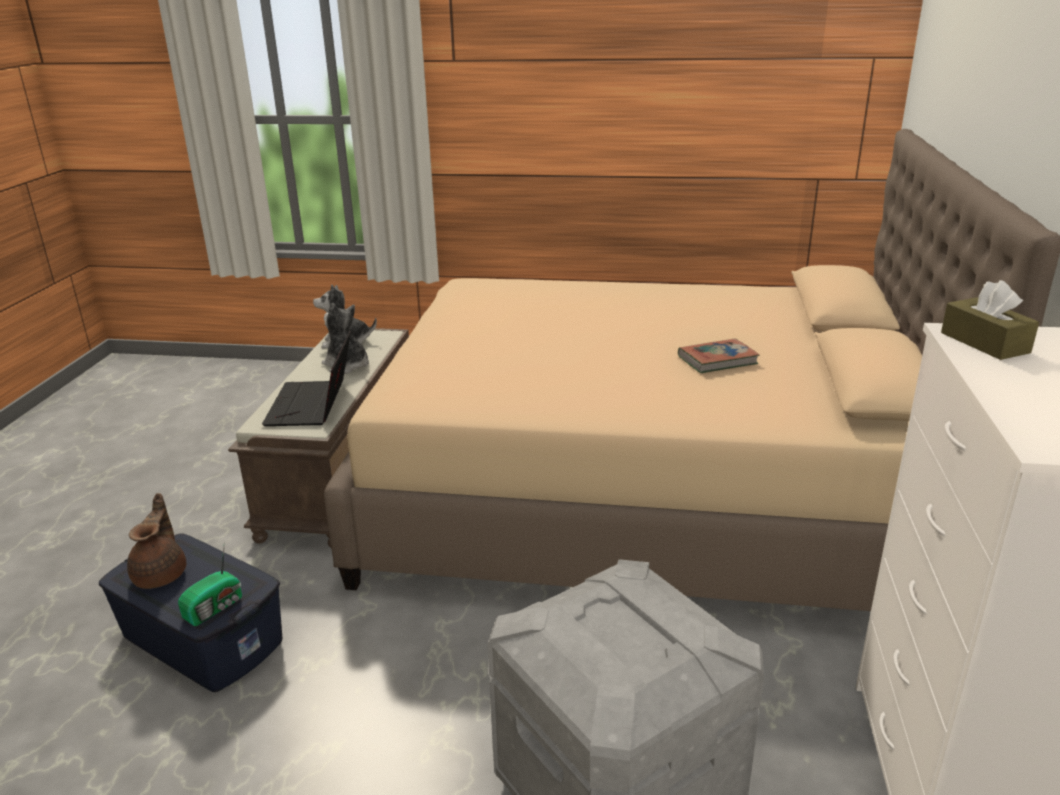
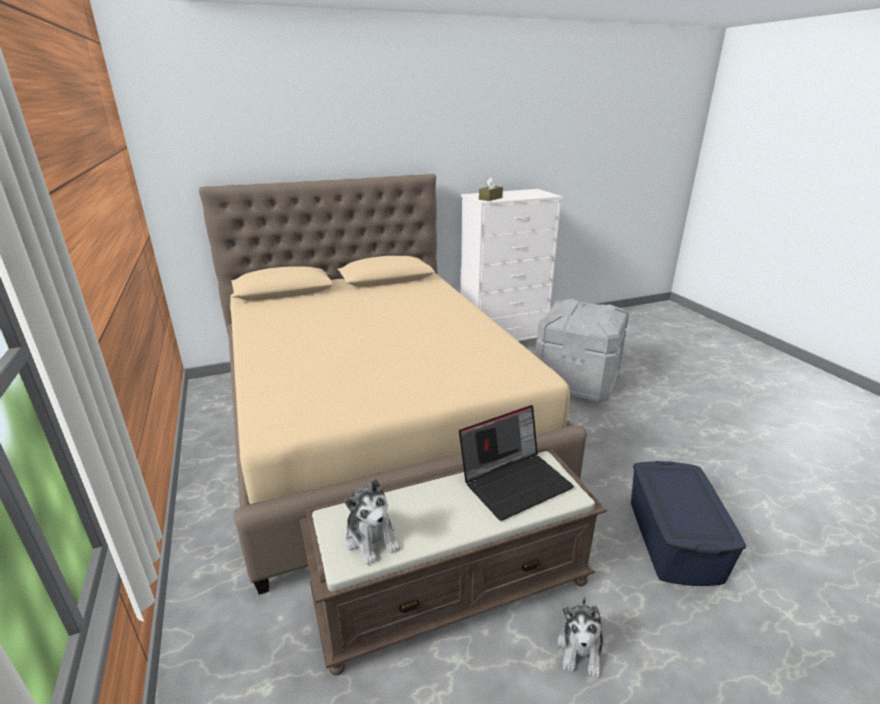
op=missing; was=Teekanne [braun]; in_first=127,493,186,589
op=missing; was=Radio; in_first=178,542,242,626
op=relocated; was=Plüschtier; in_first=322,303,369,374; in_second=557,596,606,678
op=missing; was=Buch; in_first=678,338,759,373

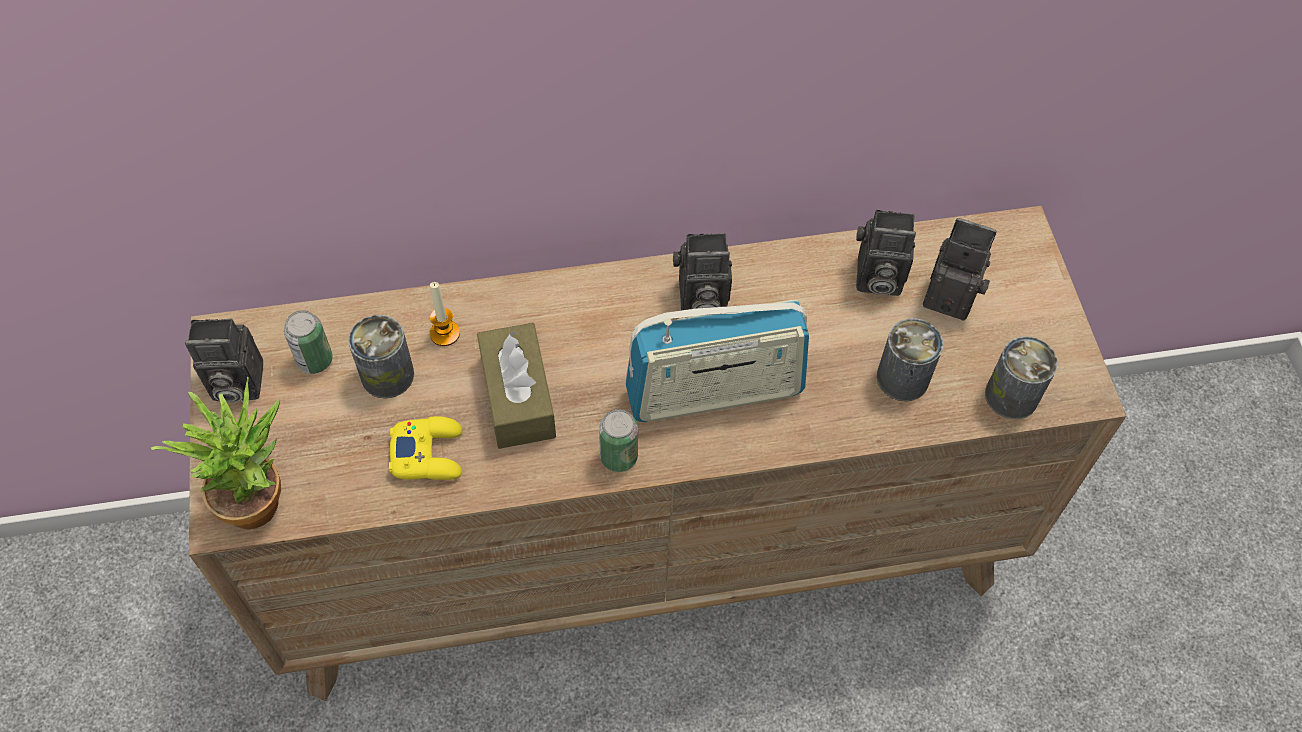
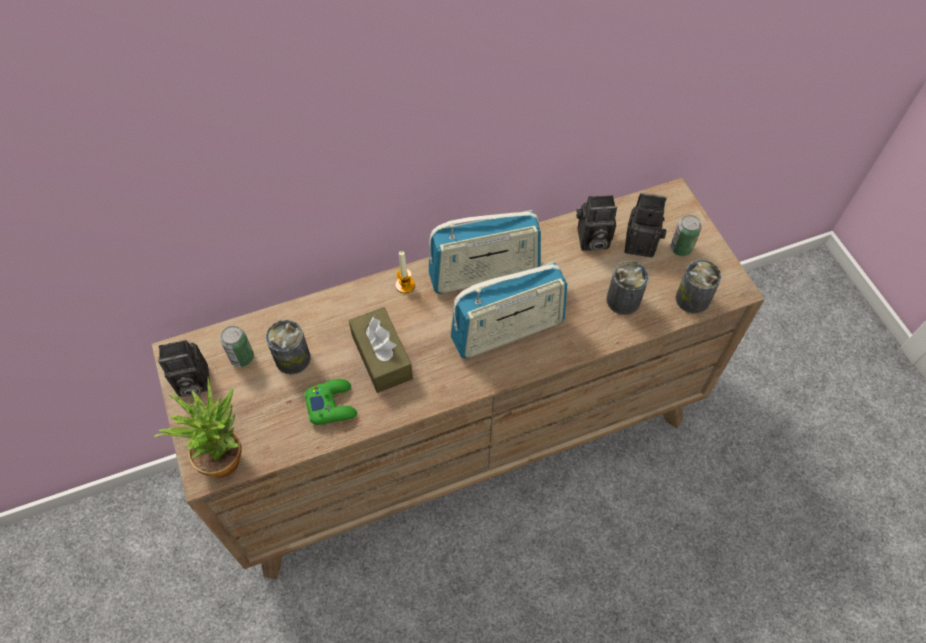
op=colour; was=Gamepad [gelb]; now=Gamepad [grün]; in_first=389,417,462,480; in_second=304,379,357,425
op=relocated; was=Kerze; in_first=430,282,460,346; in_second=395,251,415,293
op=relocated; was=Dose; in_first=599,409,638,472; in_second=671,215,702,256
op=exchanged; was=Kamera; now=Radio; in_first=673,233,732,310; in_second=428,210,541,294

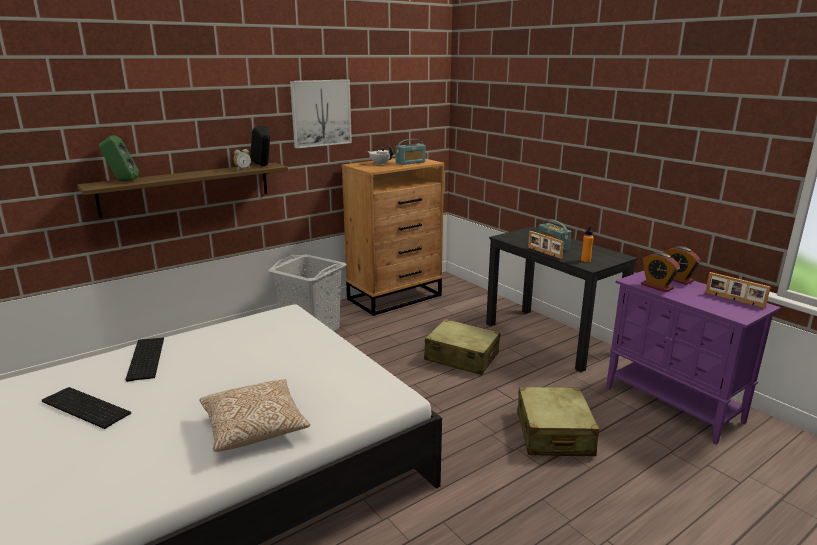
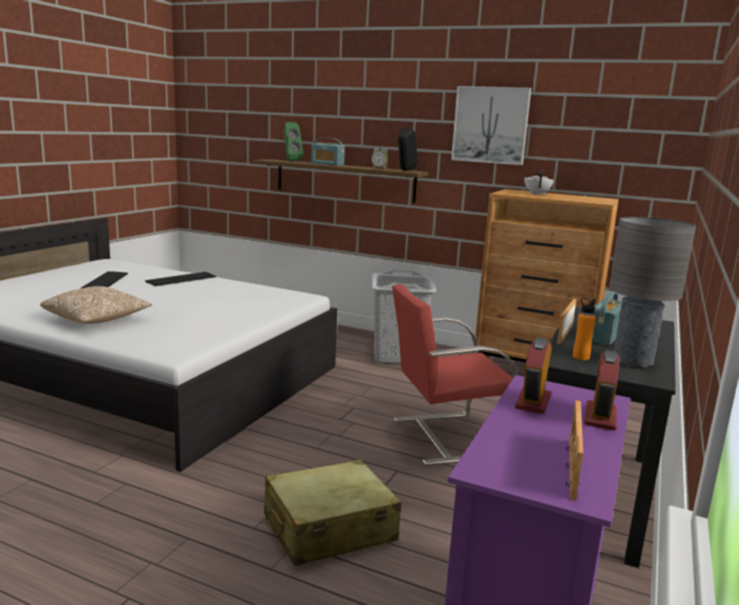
op=relocated; was=Radio; in_first=395,139,426,165; in_second=311,138,345,166
op=exchanged; was=Koffer [beige]; now=Stuhl [rot]; in_first=424,319,500,375; in_second=392,284,518,466
op=appeared; now=Tischlampe [grau]; in_second=609,217,696,368

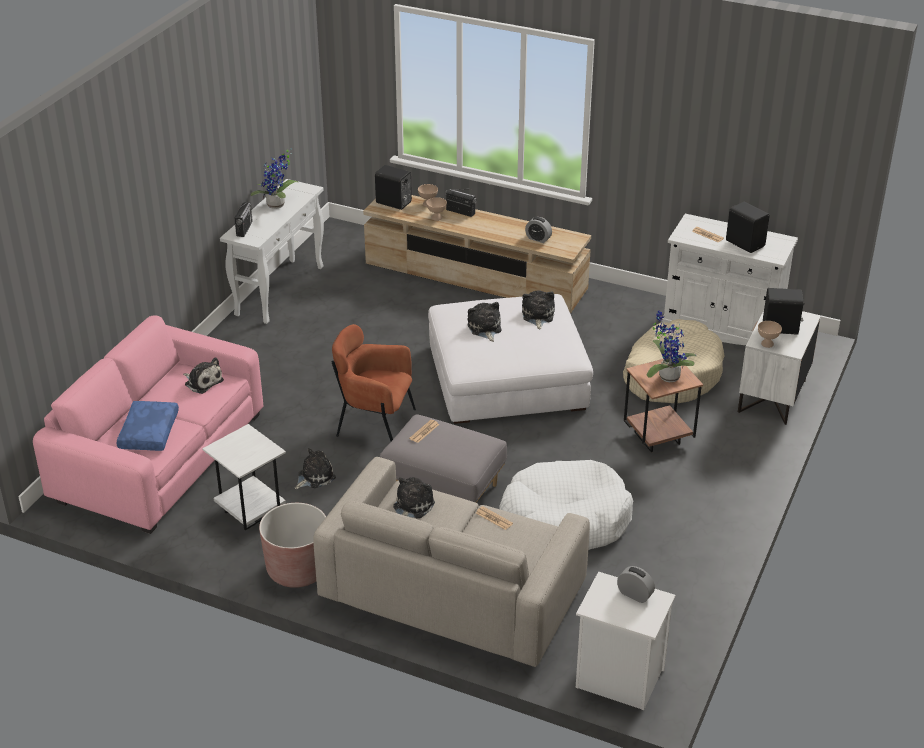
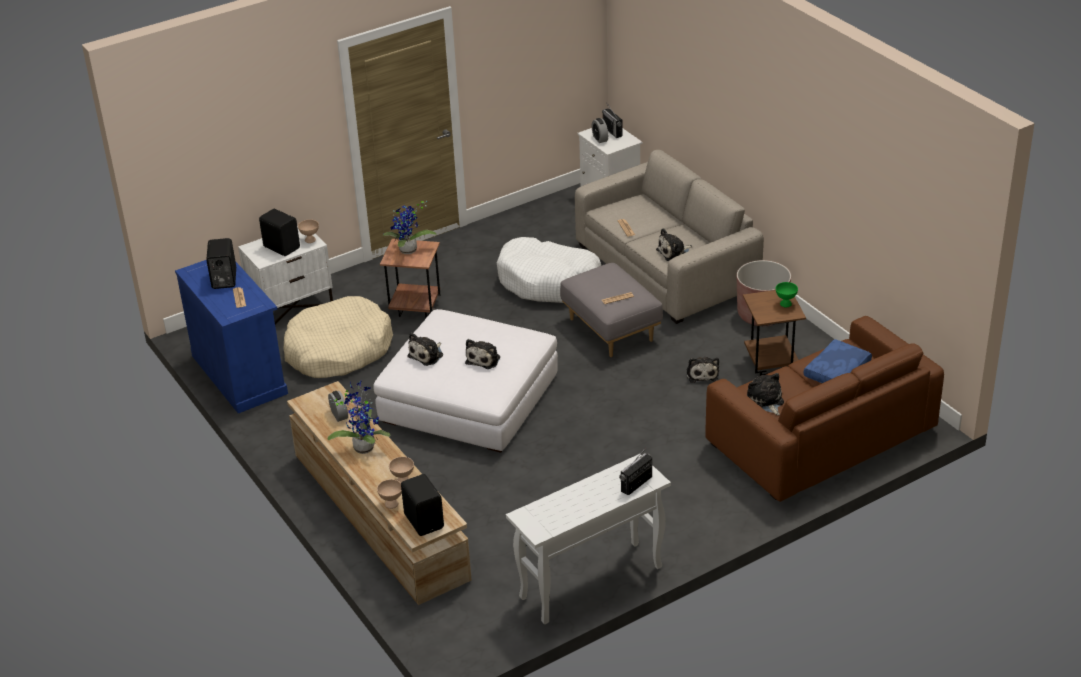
op=colour; was=Sofa [rosa]; now=Sofa [braun]; in_first=33,315,263,534; in_second=705,316,944,502
op=colour; was=Beistelltisch [weiß]; now=Beistelltisch [braun]; in_first=202,424,286,530; in_second=743,290,806,376
op=relocated; was=Topfpflanze; in_first=250,148,298,209; in_second=328,380,391,454
op=spun; was=Plüschtier; in_first=295,448,336,489; in_second=686,357,719,383; clockwise=-90
op=missing; was=Sessel [braun]; in_first=332,324,416,441
op=relocated; was=Radio; in_first=445,189,477,217; in_second=602,104,623,138
op=colour; was=Schrank [weiß]; now=Schrank [blau]; in_first=661,214,798,345; in_second=175,260,288,413
op=appeared; now=Schüssel [grün]; in_second=776,282,798,307

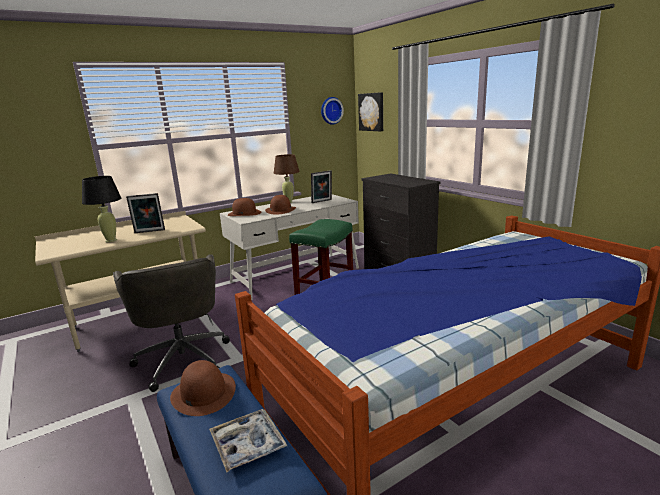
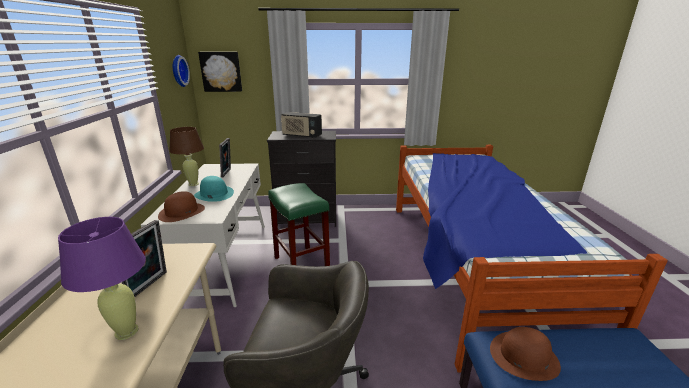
op=colour; was=Tischlampe [schwarz]; now=Tischlampe [lila]; in_first=82,176,122,242; in_second=58,217,146,340
op=missing; was=Tablett; in_first=209,409,287,473
op=colour; was=Hut [braun]; now=Hut [türkis]; in_first=265,195,296,214; in_second=194,176,234,202
op=appeared; now=Radio; in_second=281,112,322,138

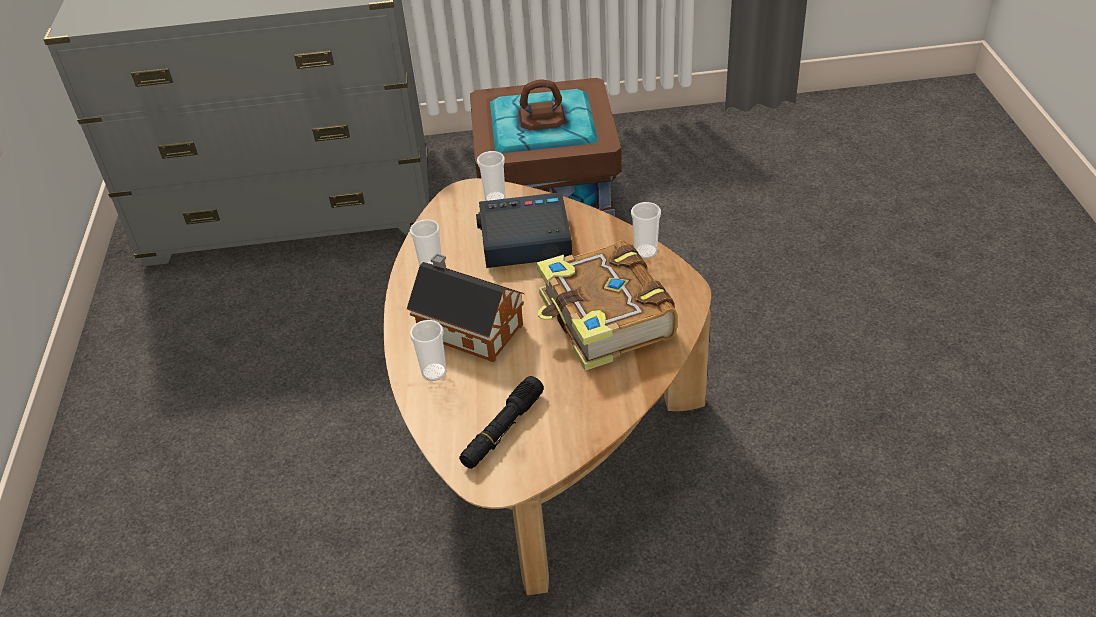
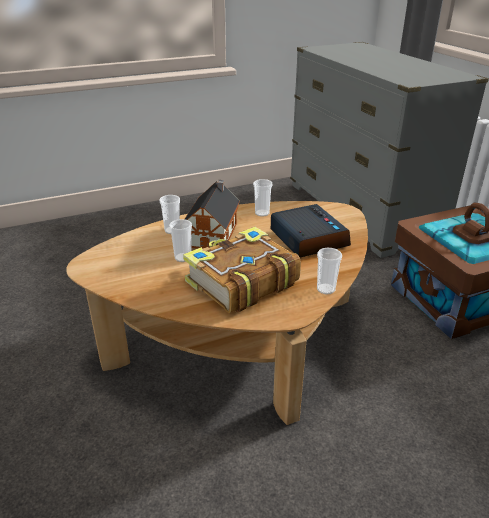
op=missing; was=Taschenlampe [schwarz]; in_first=459,376,544,469
op=relocated; was=Tasse; in_first=477,151,506,201; in_second=169,219,192,262

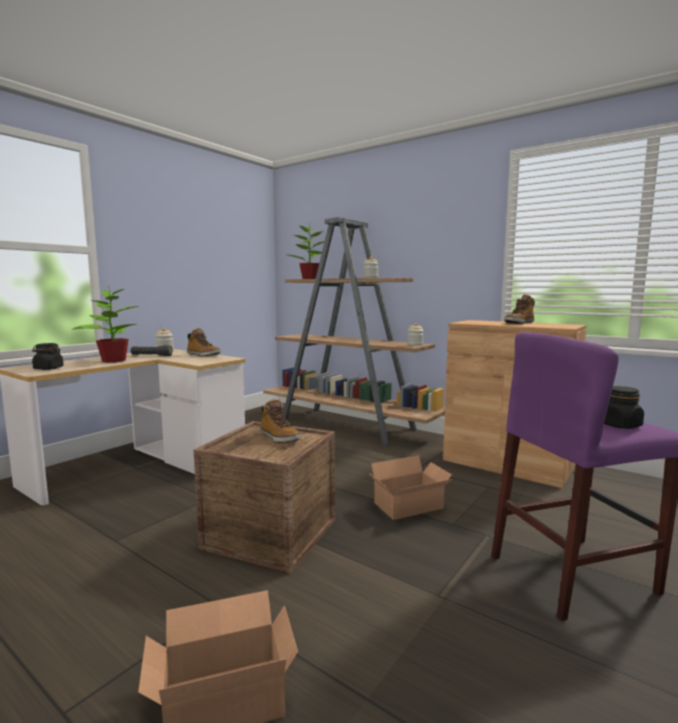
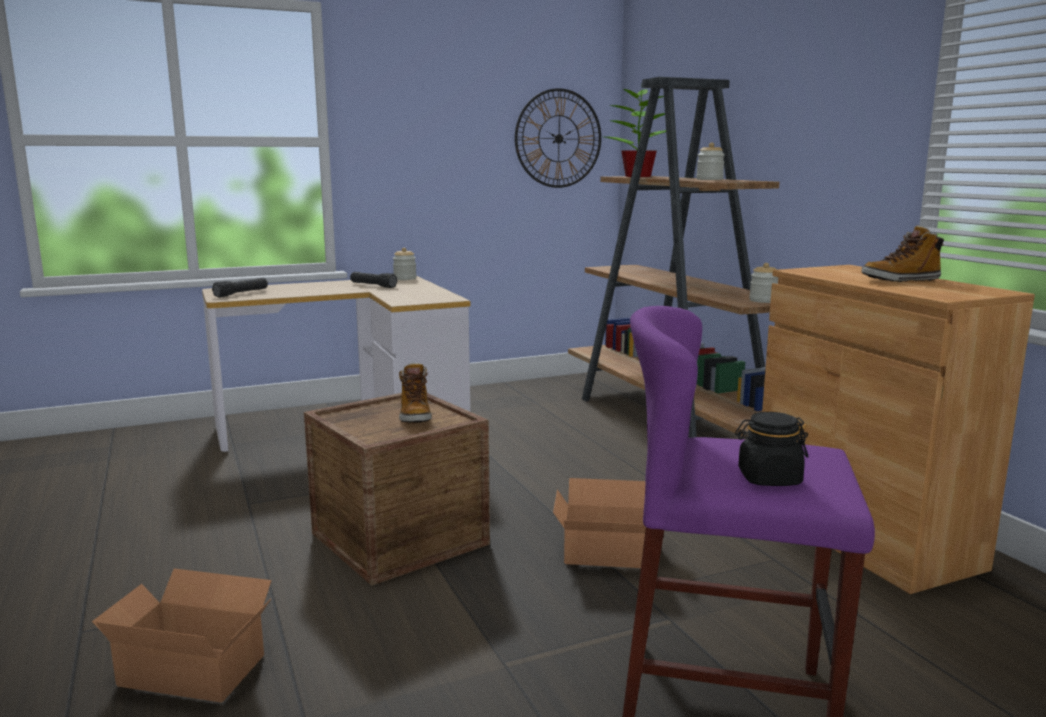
op=exchanged; was=Vorratsglas [schwarz]; now=Taschenlampe [schwarz]; in_first=32,343,64,370; in_second=212,278,268,297
op=missing; was=Topfpflanze; in_first=72,286,139,363
op=missing; was=Stiefel; in_first=187,328,221,356
op=appeared; now=Wanduhr; in_second=515,88,601,188

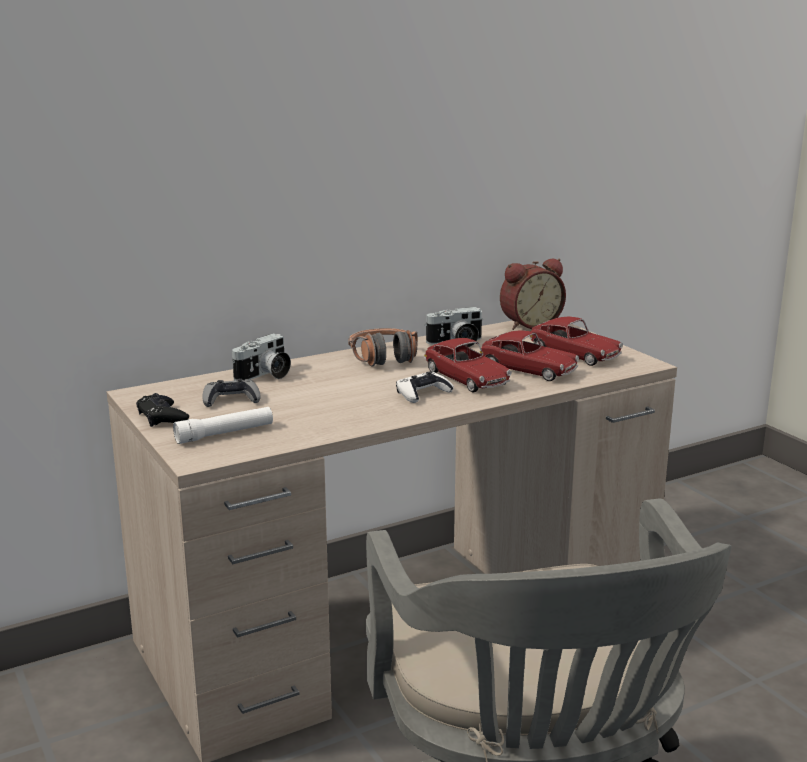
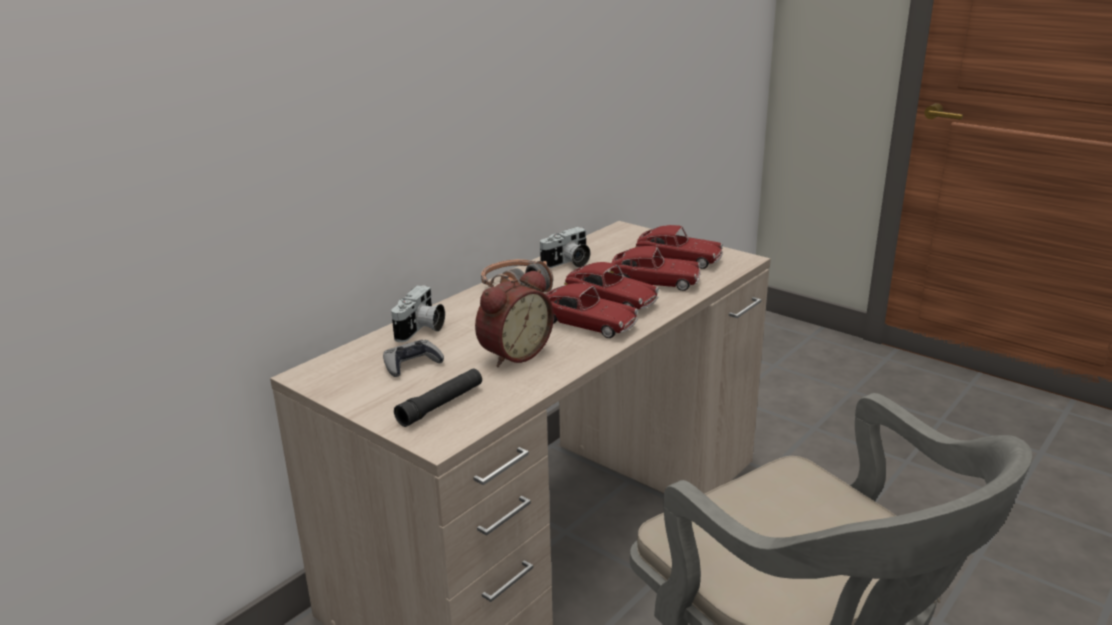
op=missing; was=Gamepad [schwarz]; in_first=136,393,189,427
op=colour; was=Taschenlampe [weiß]; now=Taschenlampe [schwarz]; in_first=173,407,273,444; in_second=394,368,482,427
op=exchanged; was=Gamepad [weiß]; now=Spielzeugauto; in_first=396,371,454,403; in_second=545,283,638,338
op=relocated; was=Wecker; in_first=500,258,566,330; in_second=475,270,554,367

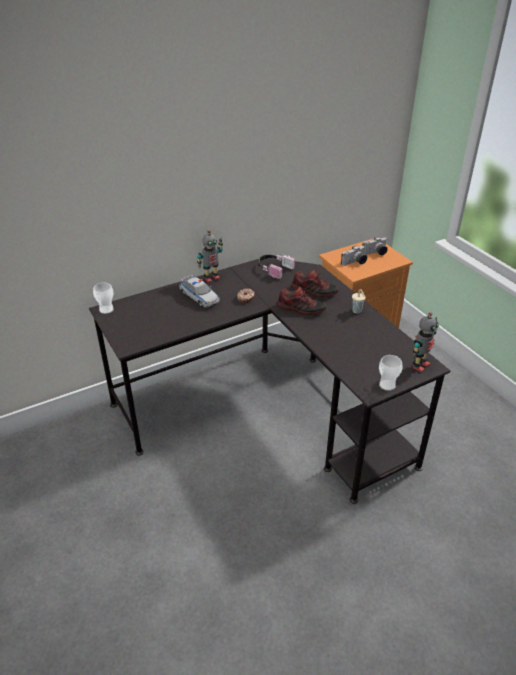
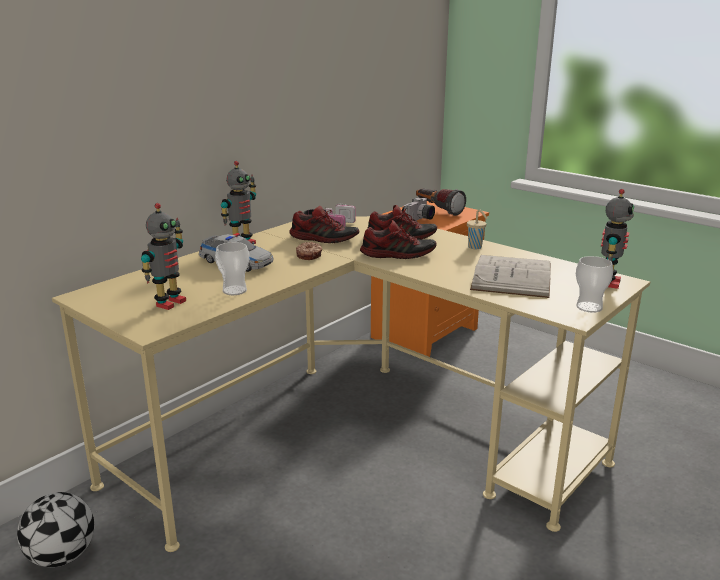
op=colour; was=Schreibtisch [schwarz]; now=Schreibtisch [beige]; in_first=89,258,451,504; in_second=52,216,650,552
op=relocated; was=Tasse; in_first=93,282,114,314; in_second=215,242,249,295
op=exchanged; was=Kamera; now=Taschenlampe; in_first=362,237,388,255; in_second=416,188,466,216
op=appeared; now=Fußball; in_second=17,492,94,567
op=appeared; now=Spielzeugroboter; in_second=141,203,186,310
op=appeared; now=Schuh; in_second=289,206,359,243
op=appeared; now=Buch [weiß]; in_second=470,255,551,298

